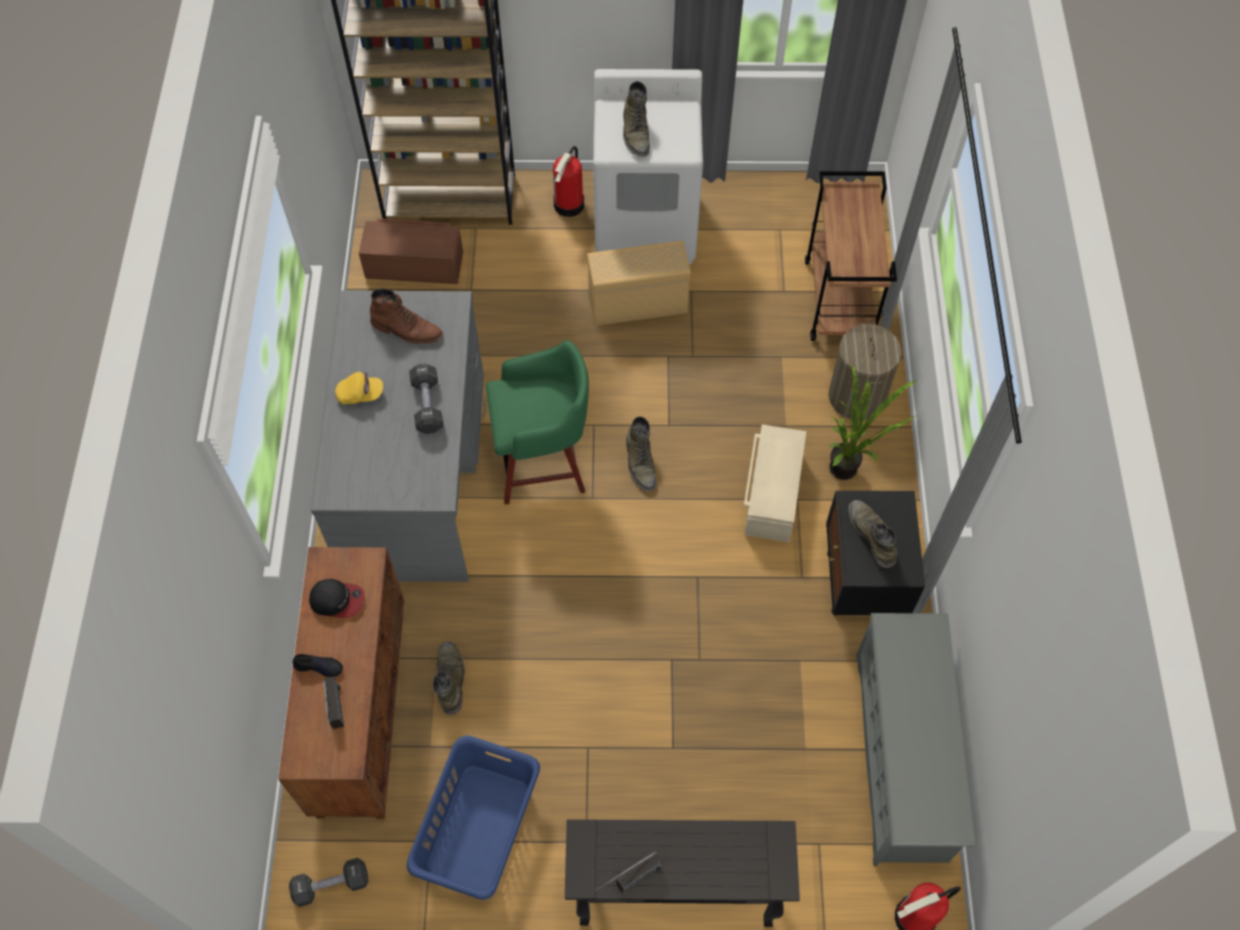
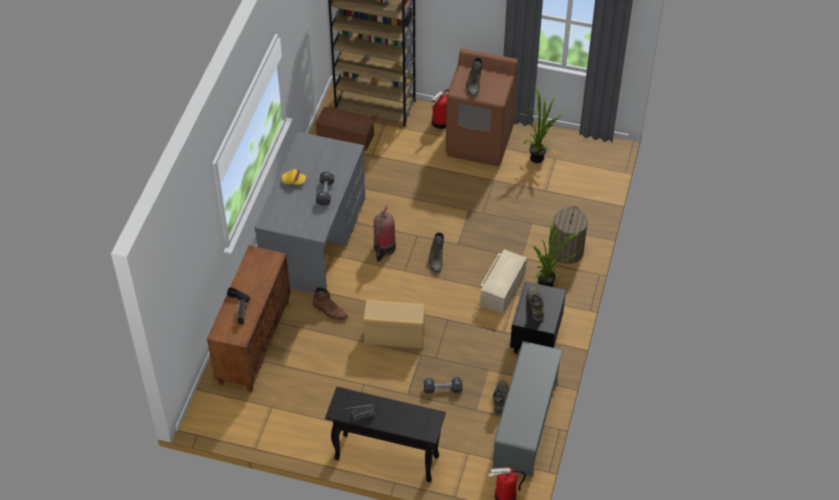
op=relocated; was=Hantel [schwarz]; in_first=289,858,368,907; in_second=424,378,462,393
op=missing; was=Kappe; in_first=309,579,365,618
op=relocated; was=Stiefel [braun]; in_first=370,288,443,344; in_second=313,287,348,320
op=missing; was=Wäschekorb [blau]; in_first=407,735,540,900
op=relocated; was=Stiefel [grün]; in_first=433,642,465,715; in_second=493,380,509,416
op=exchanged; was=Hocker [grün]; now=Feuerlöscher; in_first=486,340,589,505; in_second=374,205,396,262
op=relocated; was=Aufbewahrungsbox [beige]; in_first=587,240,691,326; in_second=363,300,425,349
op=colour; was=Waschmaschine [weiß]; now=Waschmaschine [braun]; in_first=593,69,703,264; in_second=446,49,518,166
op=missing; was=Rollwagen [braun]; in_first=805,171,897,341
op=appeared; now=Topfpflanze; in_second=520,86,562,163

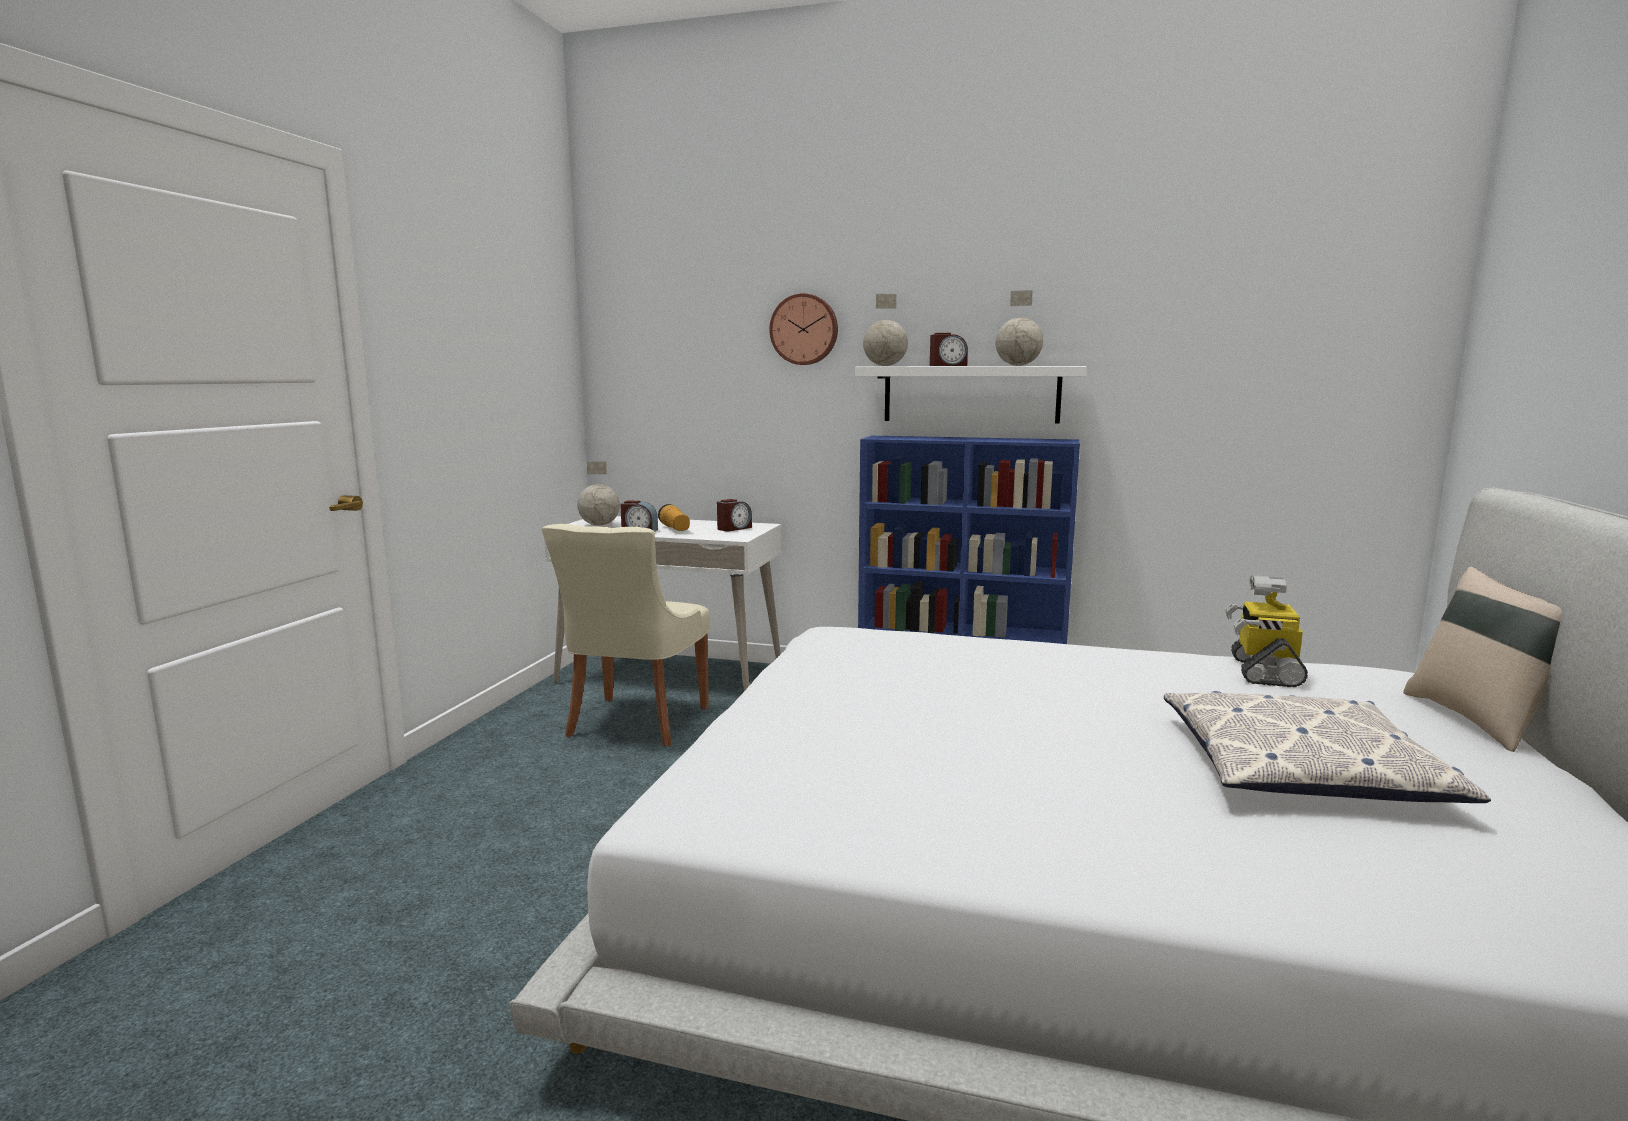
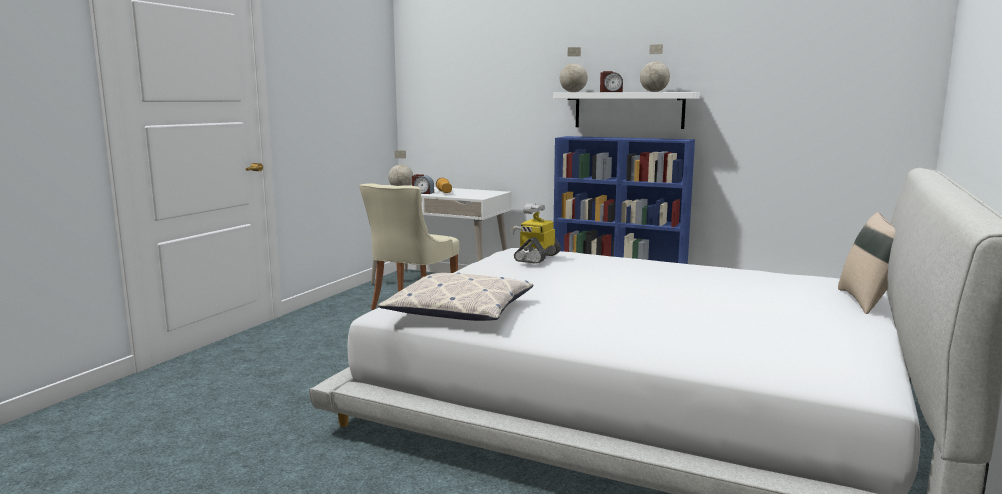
op=missing; was=Wecker; in_first=717,499,752,531
op=missing; was=Wanduhr; in_first=769,293,838,365
op=relocated; was=Kissen; in_first=1164,691,1491,803; in_second=378,272,533,321
op=relocated; was=Spielzeugroboter; in_first=1225,575,1308,687; in_second=510,203,561,264

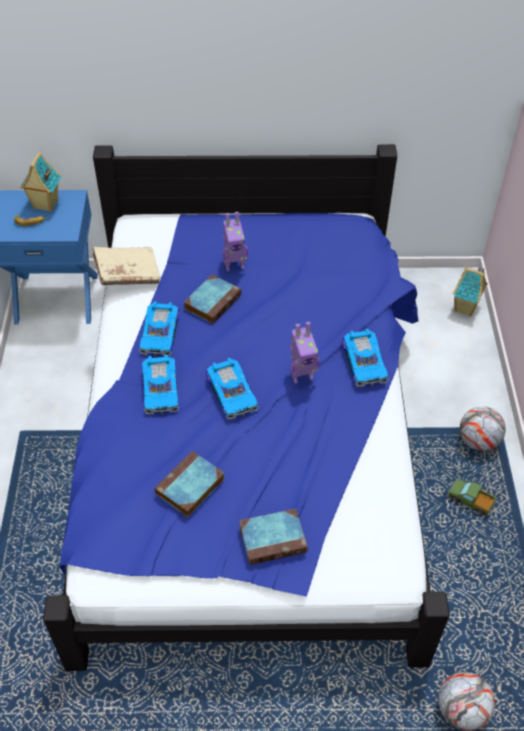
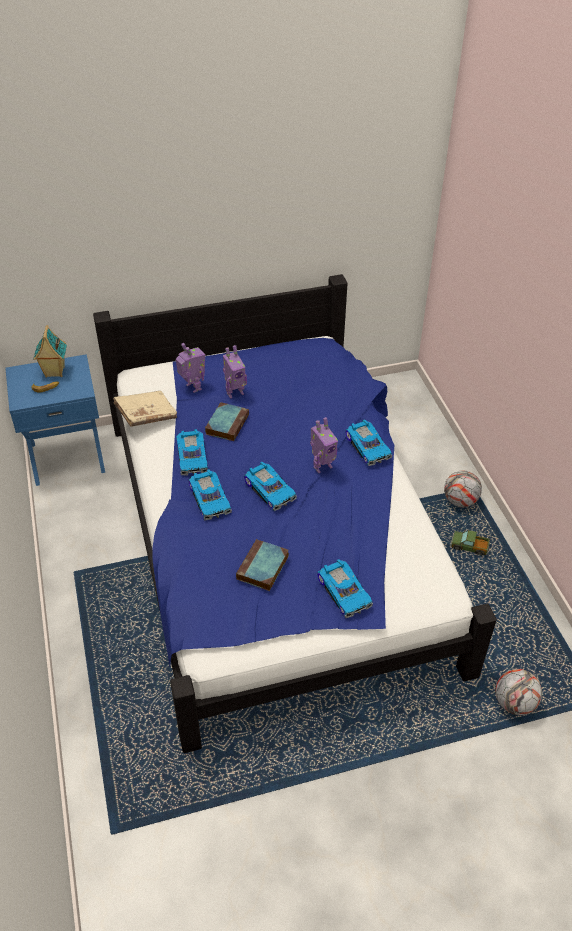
op=exchanged; was=Buch; now=Spielzeugauto; in_first=239,509,308,565; in_second=318,559,373,618
op=missing; was=Spielzeughaus; in_first=453,267,488,316
op=appeared; now=Spielzeugroboter; in_second=176,343,205,393

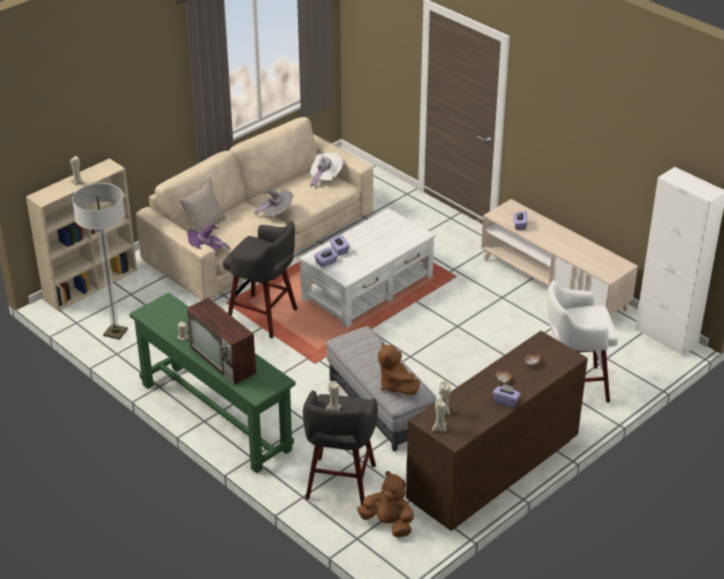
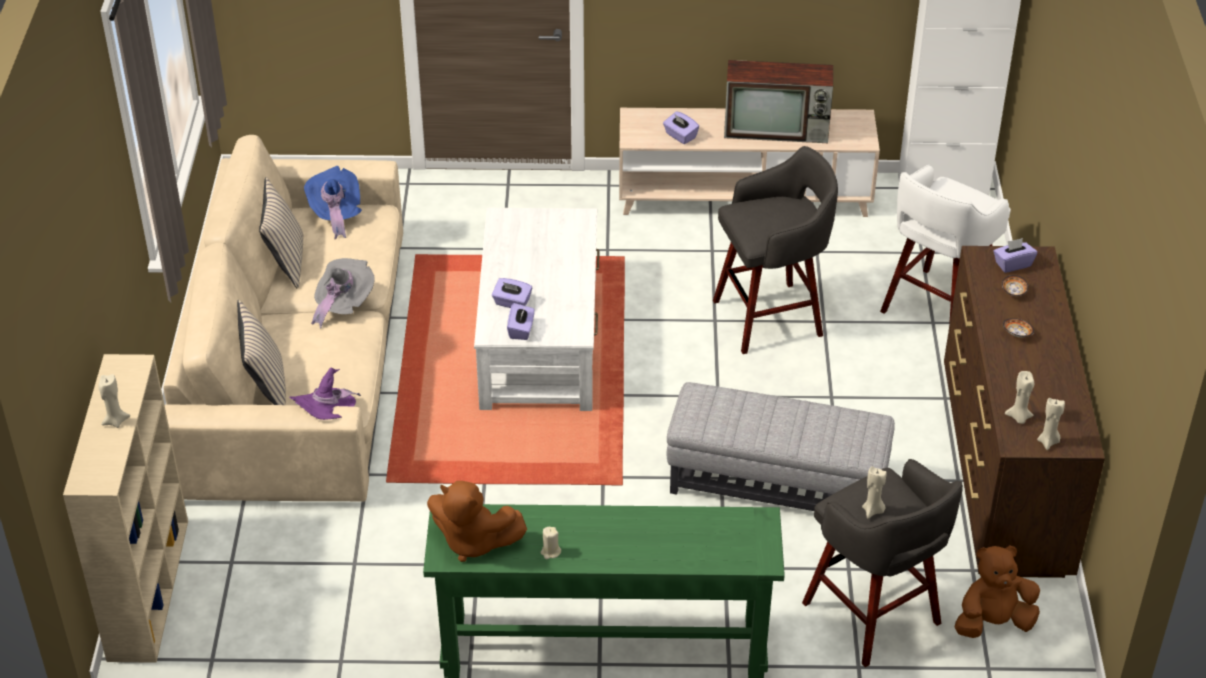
op=missing; was=Stehlampe; in_first=72,183,128,340
op=relocated; was=Fernseher; in_first=186,298,256,385; in_second=724,60,833,143
op=relocated; was=Hocker [grau]; in_first=223,221,298,338; in_second=713,146,838,354
op=colour; was=Hut [weiß]; now=Hut [blau]; in_first=310,153,343,189; in_second=304,166,362,239
op=relocated; was=Plüschtier [braun]; in_first=378,342,420,395; in_second=427,481,527,562
op=relocated; was=Taschentuchbox [lila]; in_first=492,384,521,408; in_second=994,238,1037,273
op=appeared; now=Kissen [beige]; in_second=259,177,304,289

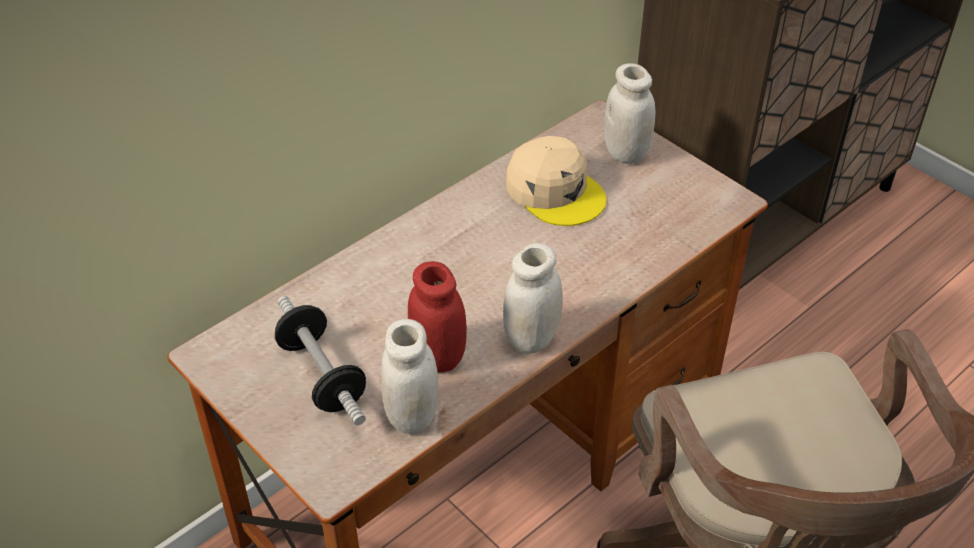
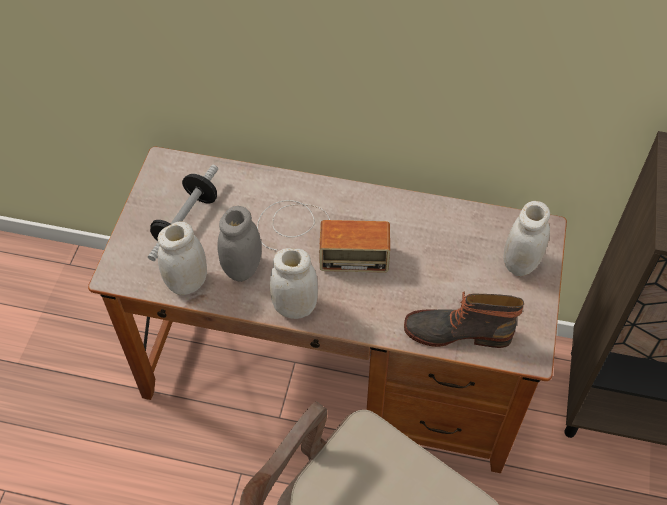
op=colour; was=Vorratsglas [rot]; now=Vorratsglas [grau]; in_first=408,261,467,373; in_second=218,206,262,282
op=missing; was=Kappe [beige]; in_first=506,136,607,226
op=appeared; now=Radio; in_second=257,200,390,273
op=appeared; now=Stiefel; in_second=404,291,524,348

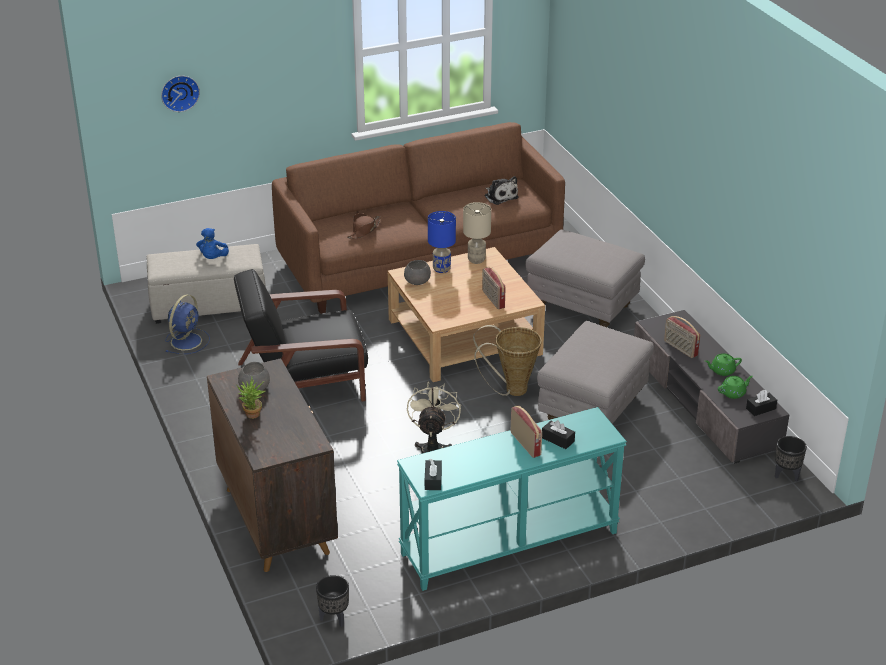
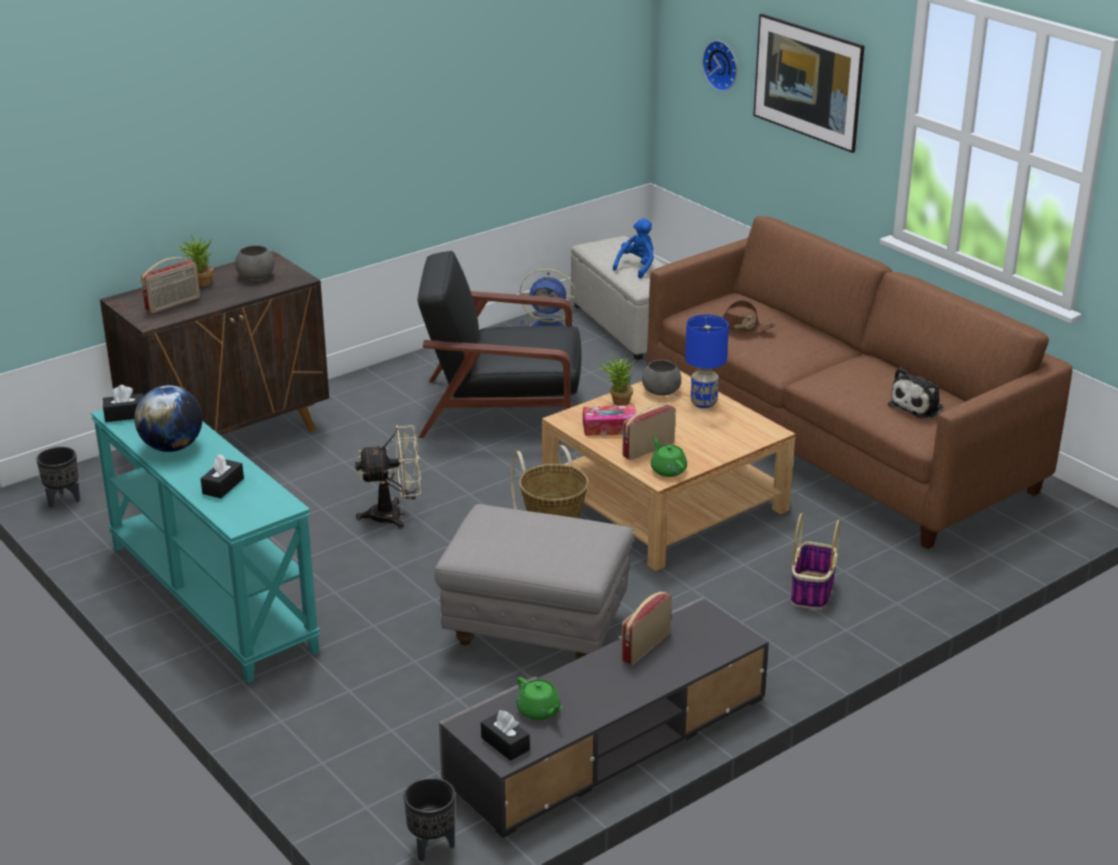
op=spun; was=Plüschtier [blau]; in_first=196,228,229,259; in_second=613,218,654,278; clockwise=135
op=spun; was=Sessel [schwarz]; in_first=234,269,368,401; in_second=418,251,581,438; clockwise=-60
op=missing; was=Tischlampe [beige]; in_first=463,202,491,264
op=relocated; was=Radio; in_first=511,406,542,458; in_second=141,257,200,313
op=exchanged; was=Polsterhocker [grau]; now=Korb; in_first=525,229,645,327; in_second=791,513,840,609
op=relocated; was=Teekanne [grün]; in_first=705,354,742,376; in_second=651,437,687,477
op=appeared; now=Globus; in_second=134,385,203,452
op=appeared; now=Taschentuchbox; in_second=583,405,636,436
op=appeared; now=Topfpflanze; in_second=599,353,636,406
op=appeared; now=Bild; in_second=753,14,865,153

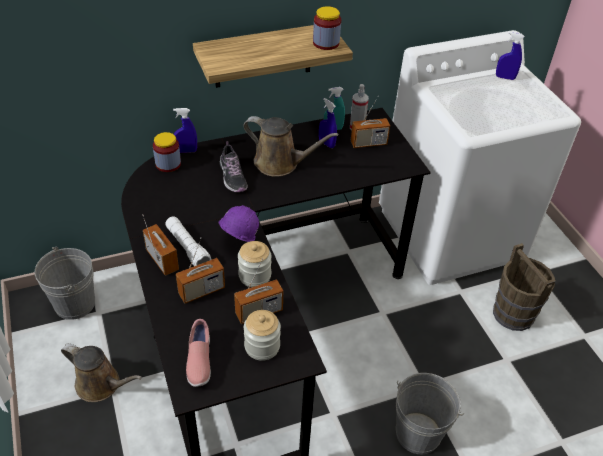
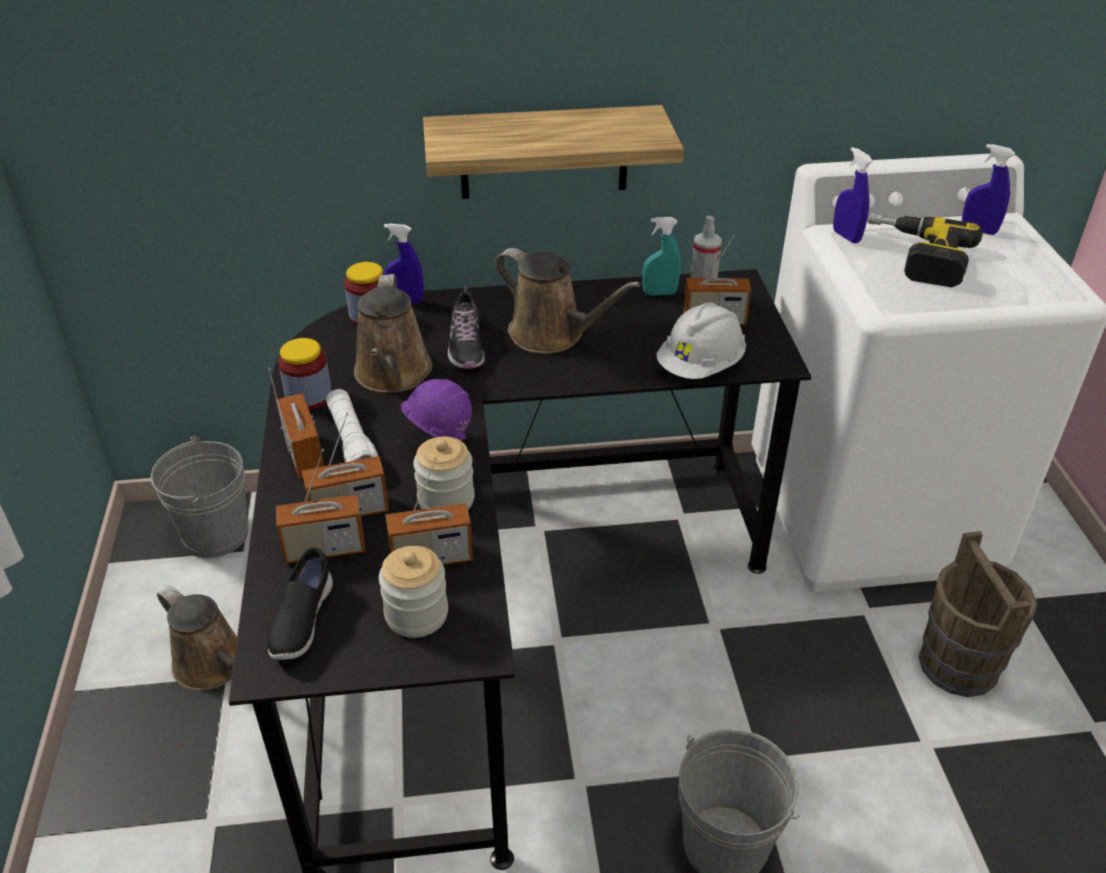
op=colour; was=Schuh [rosa]; now=Schuh [schwarz]; in_first=186,319,211,387; in_second=267,547,333,660
op=relocated; was=Vorratsglas; in_first=313,6,341,50; in_second=278,338,332,410
op=relocated; was=Sprühflasche [blau]; in_first=319,98,337,148; in_second=833,147,873,243
op=appeared; now=Radio; in_second=276,449,365,564
op=appeared; now=Gießkanne [braun]; in_second=354,274,433,393
op=appeared; now=Schutzhelm [weiß]; in_second=656,302,746,379
op=appeared; now=Bohrmaschine; in_second=868,213,983,287

